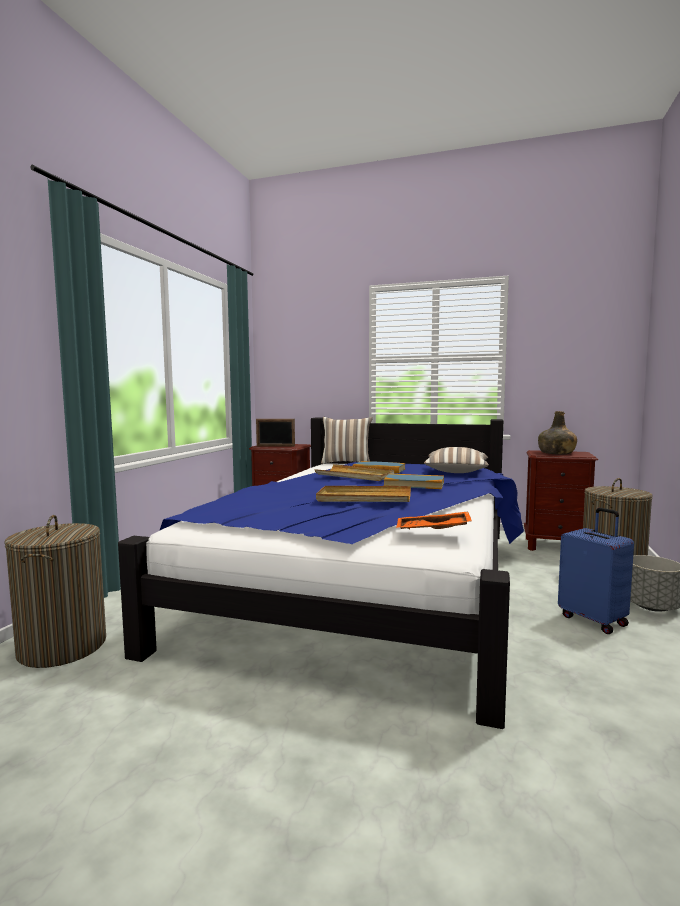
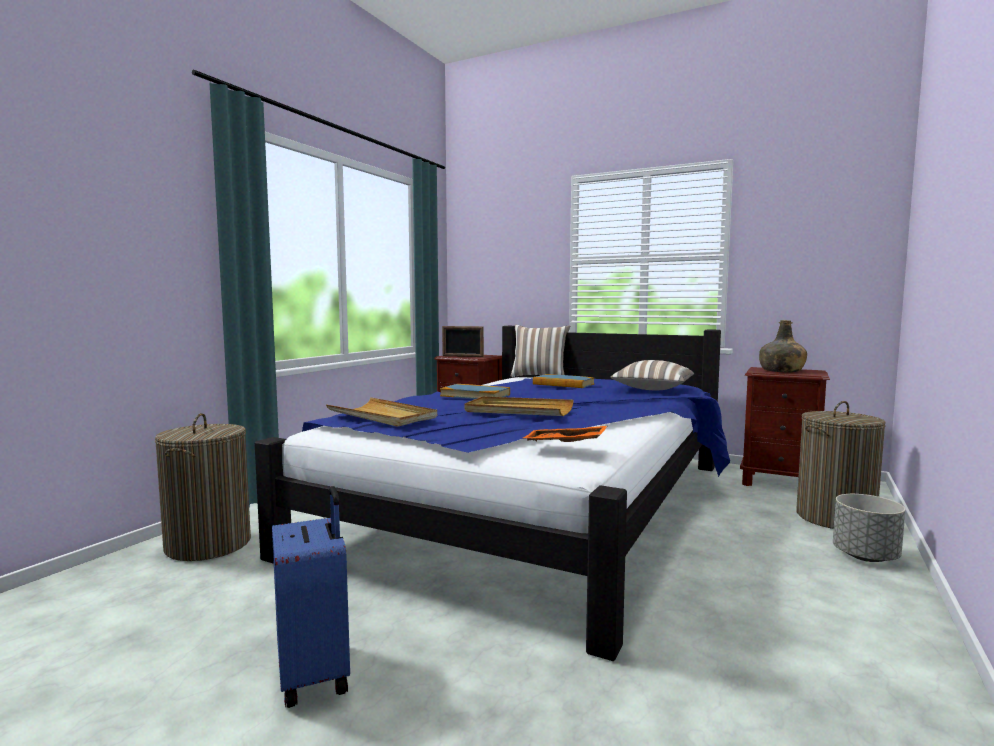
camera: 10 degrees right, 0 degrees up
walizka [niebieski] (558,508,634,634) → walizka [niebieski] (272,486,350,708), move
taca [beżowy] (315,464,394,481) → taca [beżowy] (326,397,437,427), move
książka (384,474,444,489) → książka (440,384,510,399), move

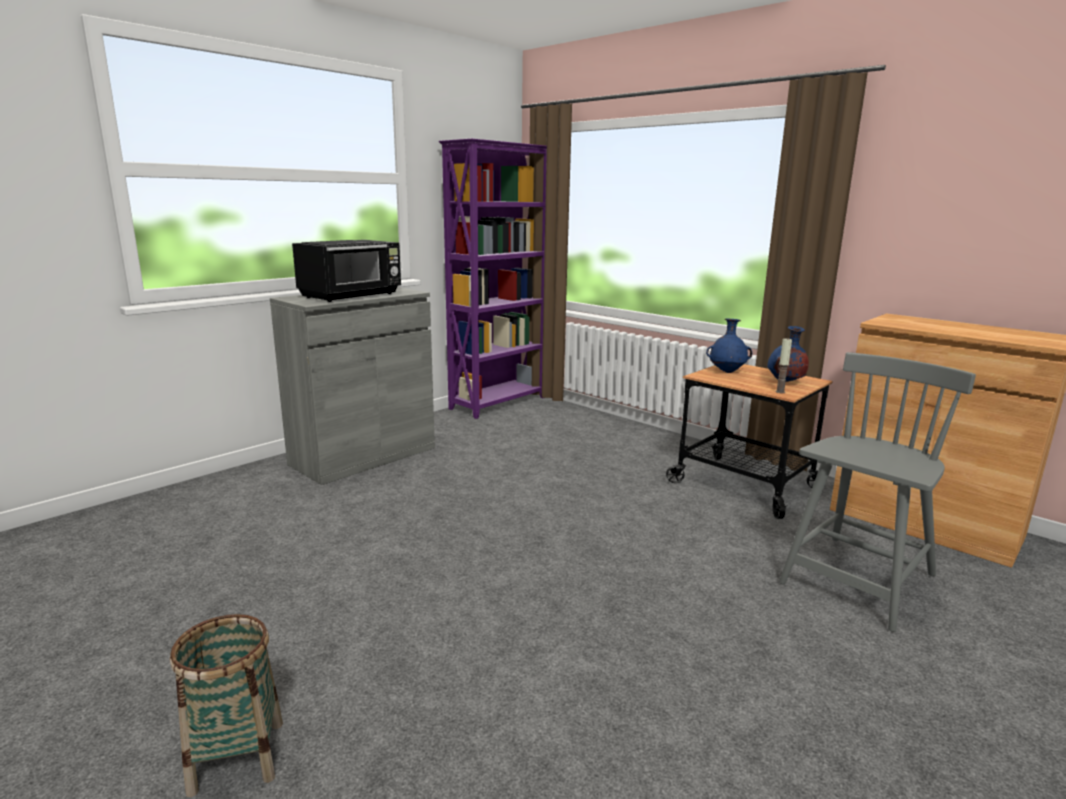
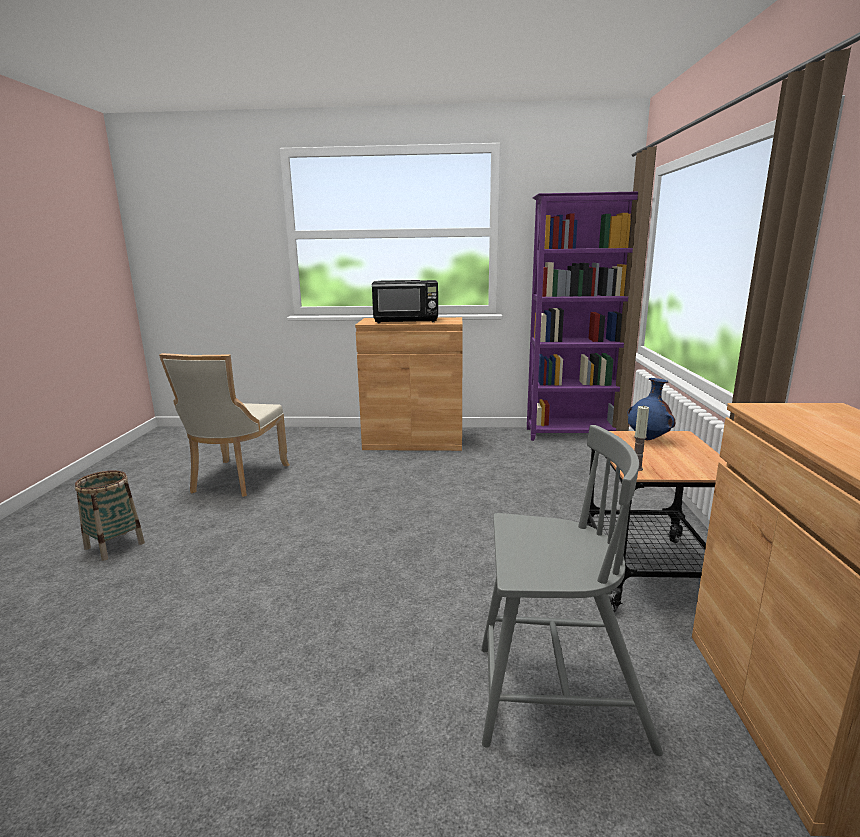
camera: 50 degrees right, 0 degrees up
- → krzesło [beżowy] (159,353,289,497)
szafka [szary] (270,287,435,485) → szafka [brązowy] (355,317,463,451)
wazon [niebieski] (767,326,809,382) → -

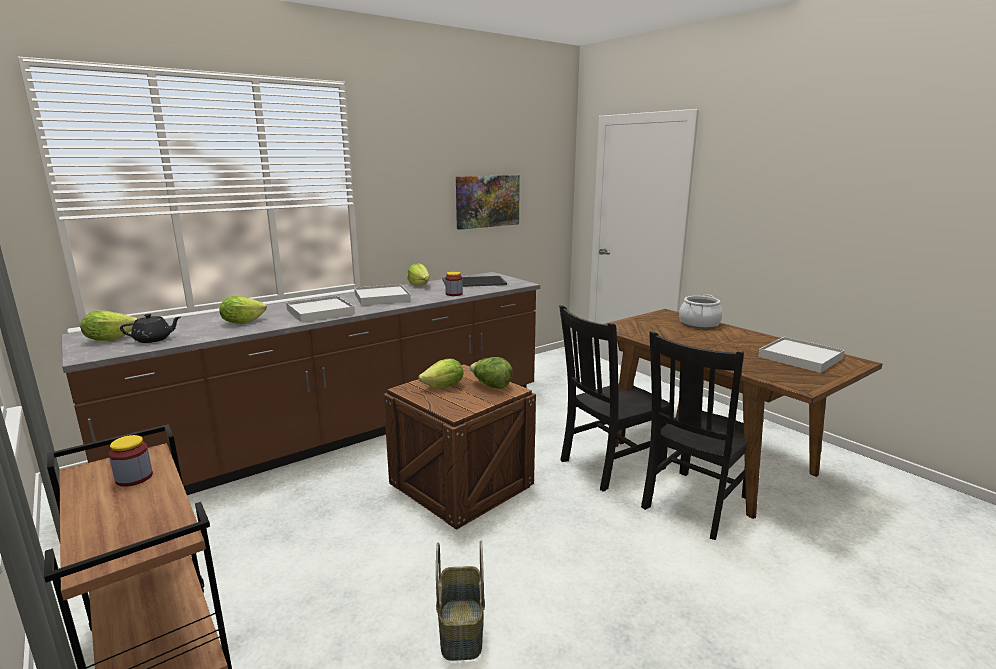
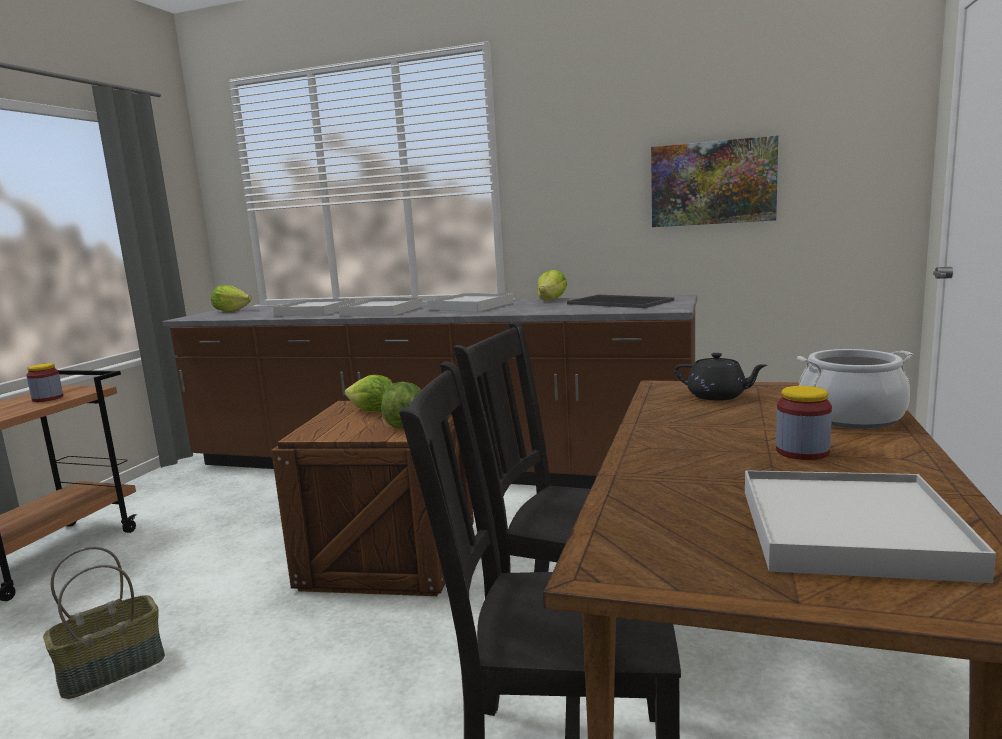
camera: 55 degrees right, 5 degrees down
sałata (220,296,267,324) → taca [biały] (273,298,355,316)
imbryk [czarny] (120,314,180,343) → imbryk [czarny] (674,353,767,401), move
słoik (445,271,463,296) → słoik (776,386,832,460), move

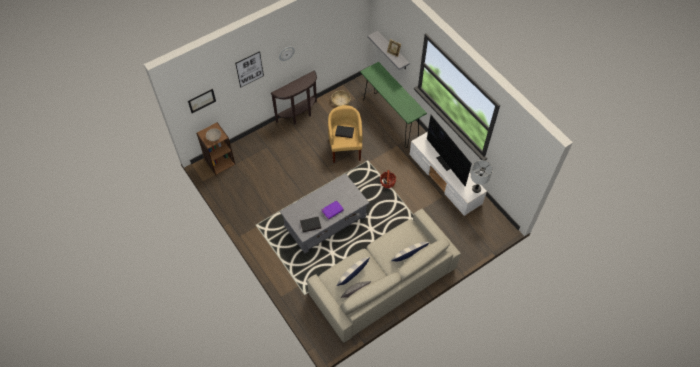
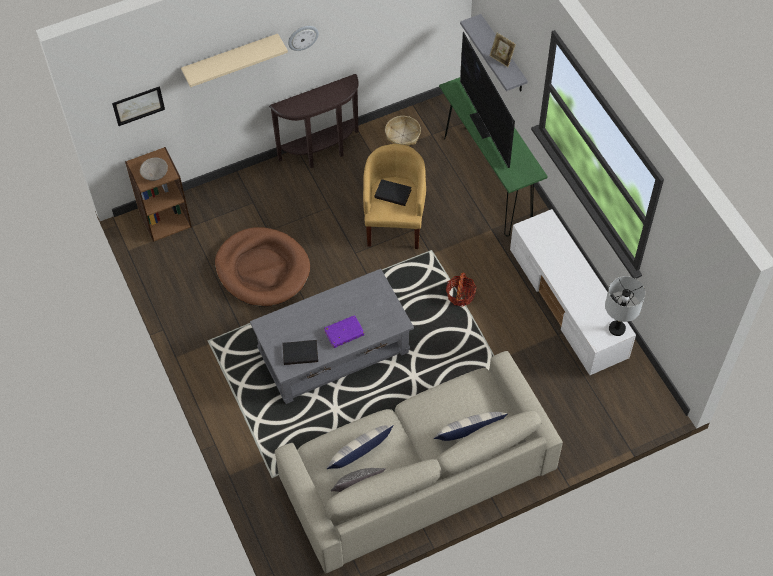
camera: 10 degrees right, 0 degrees up
obraz (235,51,264,88) → półka [beżowy] (181,34,288,87)
- → legowisko [brązowy] (215,227,310,307)
telewizor (427,115,472,186) → telewizor (460,32,515,168), move

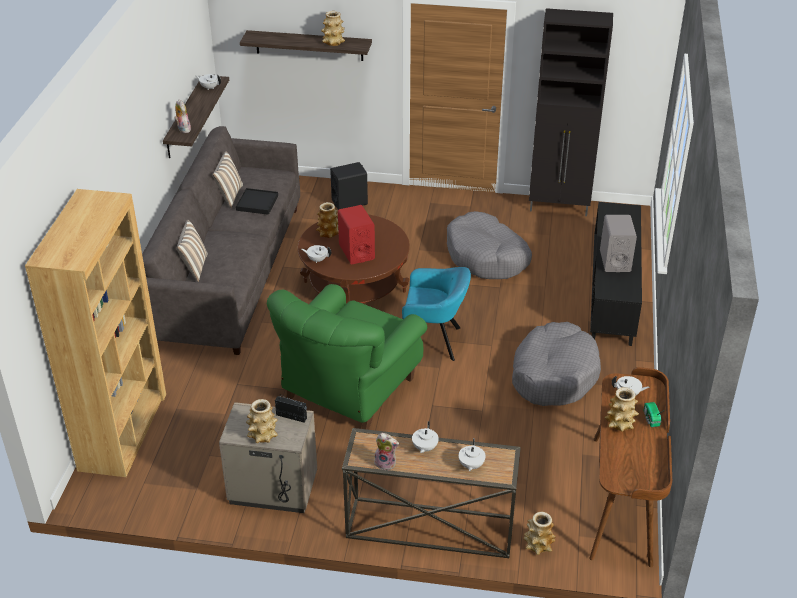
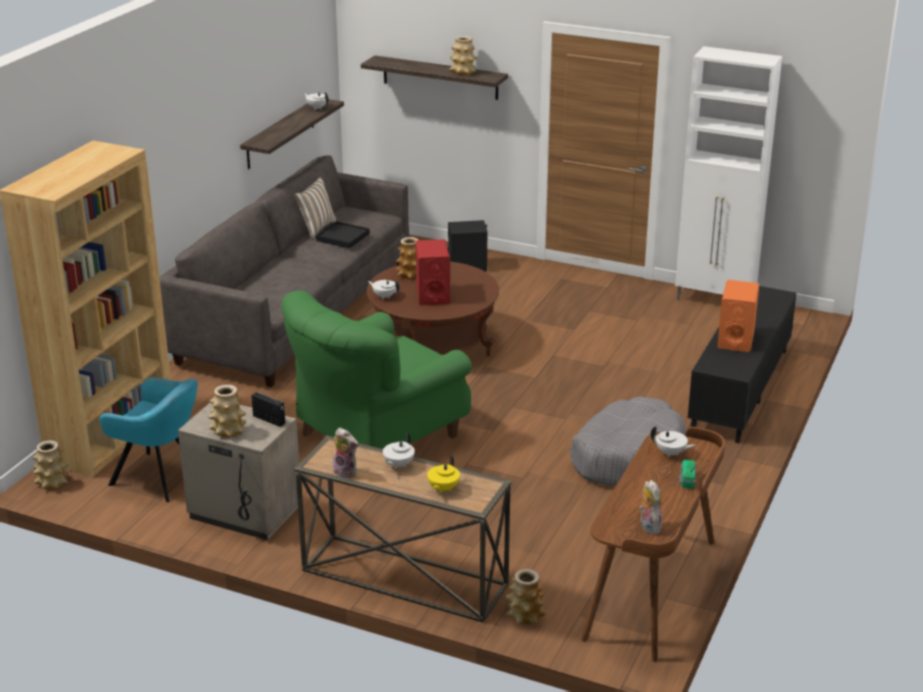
camera: 15 degrees right, 10 degrees down
wazon (605,387,639,432) → wazon (33,440,68,489), move
fotel [turkusowy] (402,267,471,361) → fotel [turkusowy] (99,378,198,502), move
imbryk [biały] (458,438,486,471) → imbryk [żółty] (427,456,460,493)
pluszak (174,99,191,133) → pluszak (639,480,662,534), move
szafka [czarny] (529,8,613,216) → szafka [biały] (675,46,782,301)
głośnik [szary] (600,215,637,272) → głośnik [pomarańczowy] (717,280,759,352)
poduszka (176,220,208,282) → -
legowisko [szary] (447,211,532,279) → -

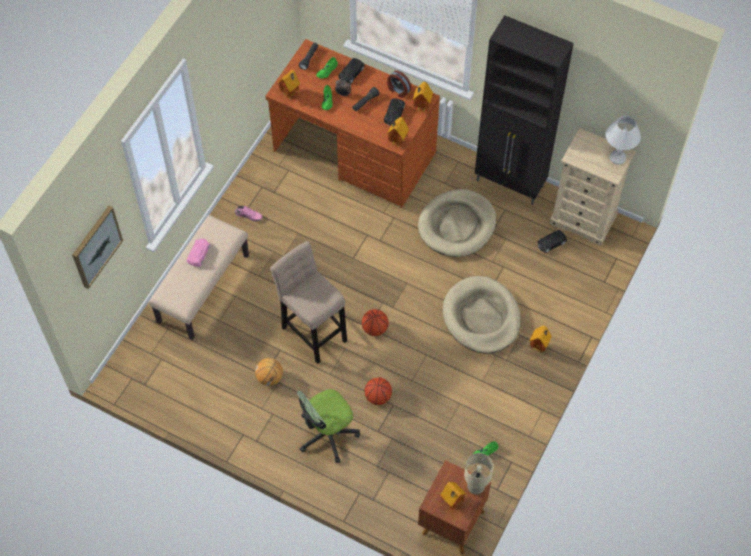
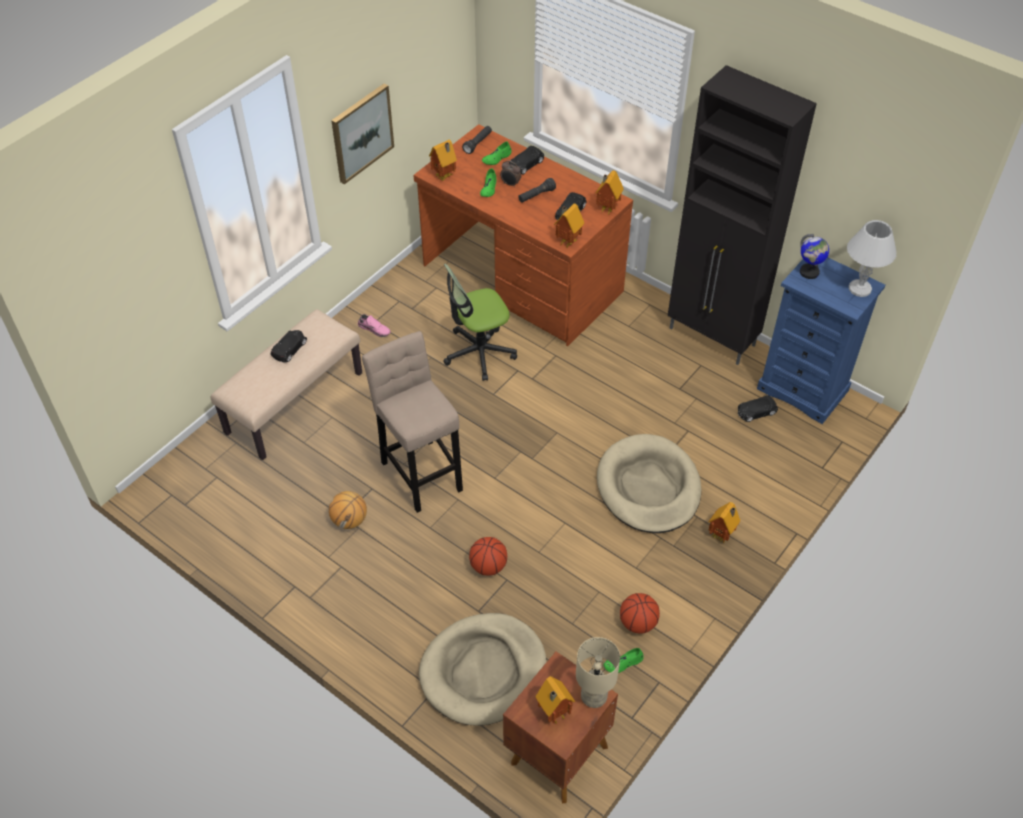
camera: 10 degrees right, 10 degrees down
samochodzik [różowy] (187,239,210,267) → samochodzik [czarny] (271,330,307,363)
obraz (72,206,123,289) → obraz (331,83,394,184), move
legowisko [beżowy] (418,189,496,257) → legowisko [beżowy] (419,613,546,726), move
krzesło biurowe (297,389,360,463) → krzesło biurowe (443,264,517,381), move
piłka do koszykówki (362,309,388,336) → piłka do koszykówki (620,593,660,633), move
komoda [beżowy] (549,128,636,246) → komoda [niebieski] (757,257,885,424)
- → globus (800,234,829,279)
budzik (387,71,411,98) → -

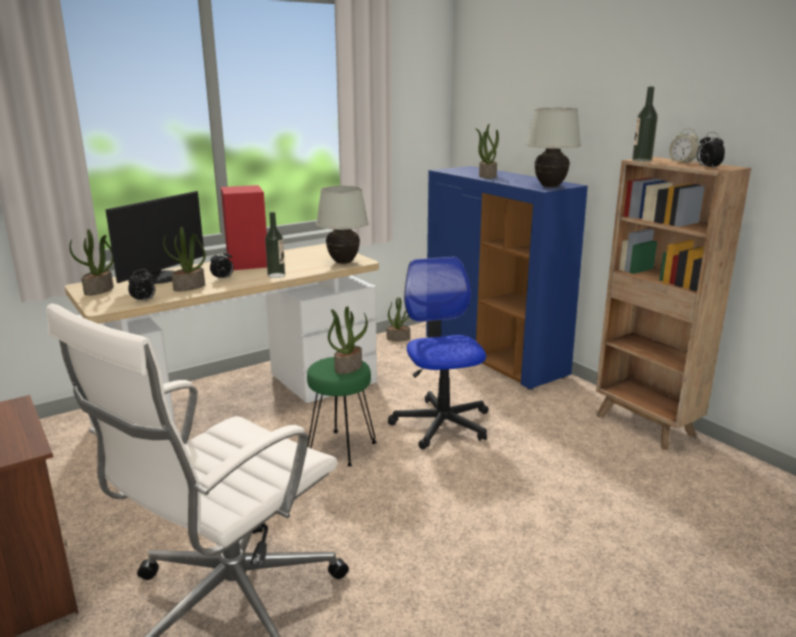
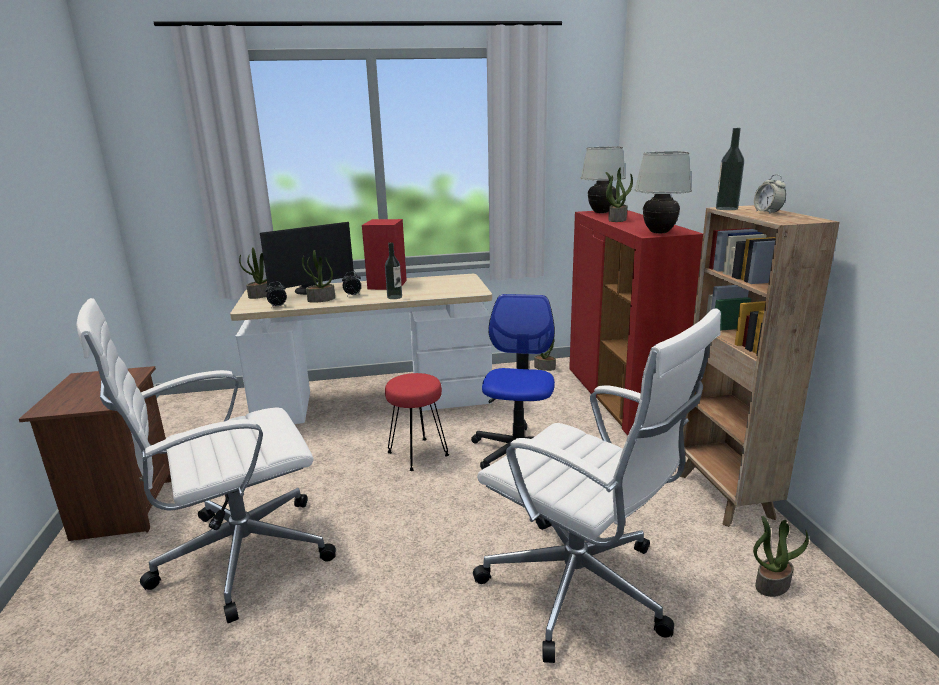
camera: 25 degrees right, 0 degrees up
stołek [zielony] (307,357,376,467) → stołek [czerwony] (385,373,449,471)
- → krzesło biurowe [biały] (473,308,721,663)
szafka [niebieski] (426,166,588,390) → szafka [czerwony] (569,210,703,435)
lampa stołowa [biały] (316,186,369,264) → lampa stołowa [biały] (580,147,626,213), move
roślina doniczkowa (328,306,368,374) → roślina doniczkowa (753,516,809,597), move
budzik (697,132,725,169) → -

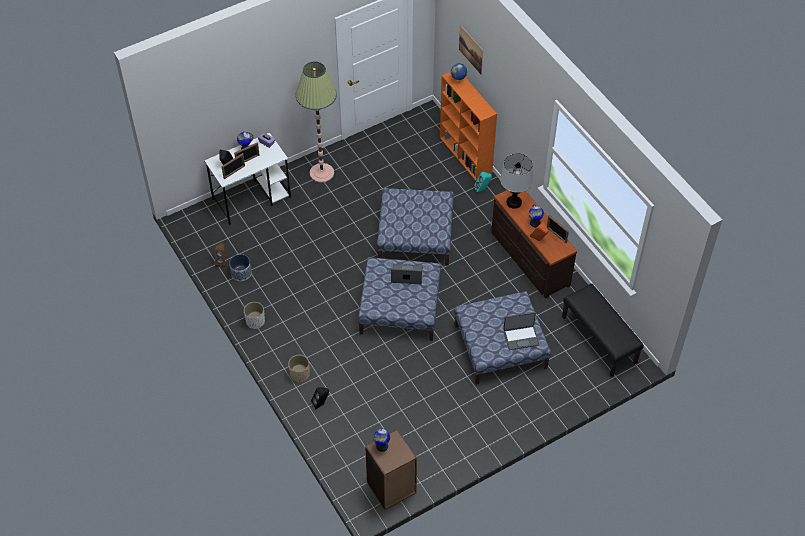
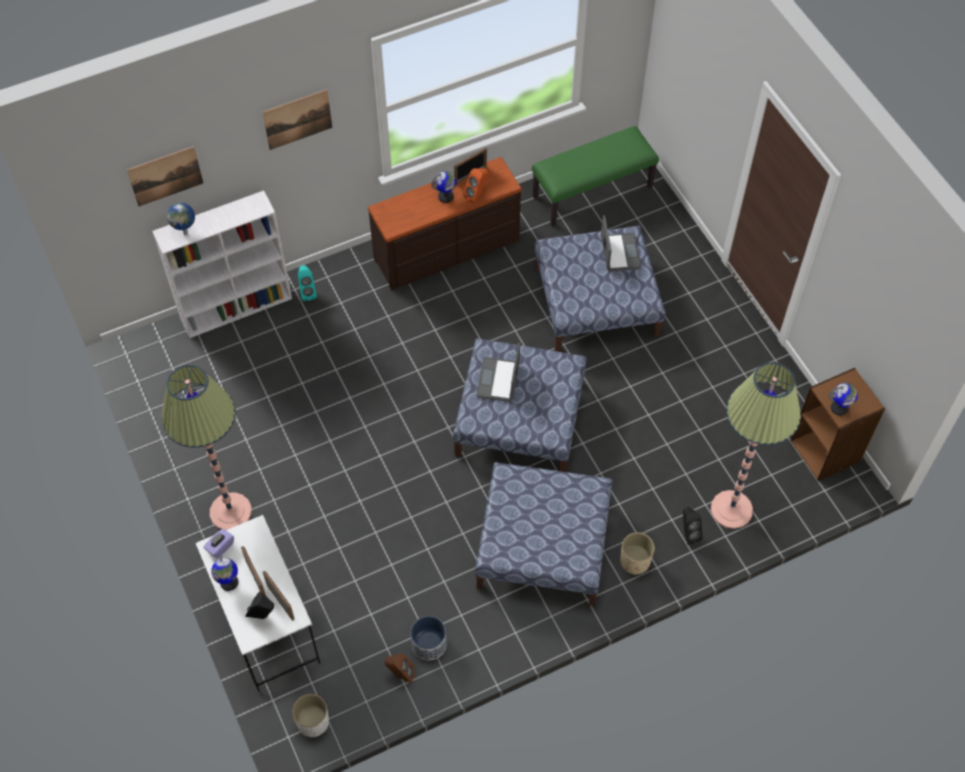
camera: 85 degrees left, 5 degrees up
regał [pomarańczowy] (440,72,497,181) → regał [biały] (152,191,292,338)
- → obraz (262,89,332,150)
donica [biały] (244,302,265,329) → donica [biały] (292,694,329,737), move
pufa (377,188,454,265) → pufa (475,462,612,606), move
ławka [czarny] (562,283,644,377) → ławka [zielony] (532,126,659,226)
- → lampa stojąca (711,362,801,529)
lampa stołowa (500,153,533,209) → -

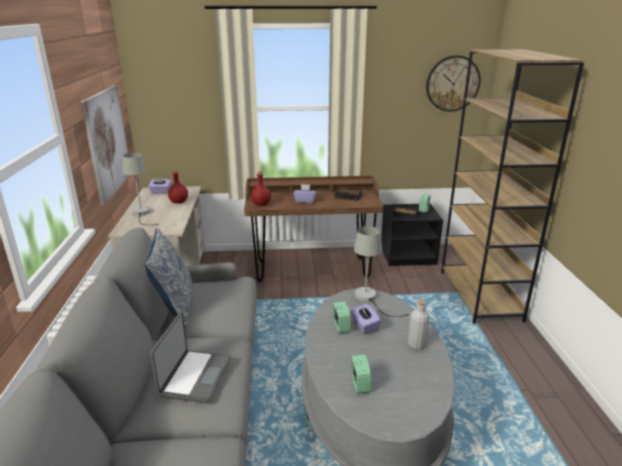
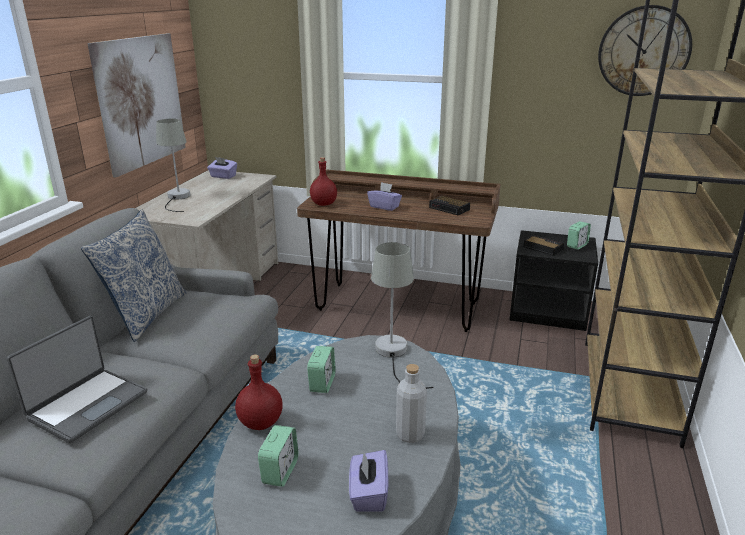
camera: 20 degrees right, 0 degrees up
butelka [czerwony] (168,170,188,204) → butelka [czerwony] (235,354,283,430), move
pudełko chusteczek [fioletowy] (351,304,381,334) → pudełko chusteczek [fioletowy] (349,450,388,511), move

